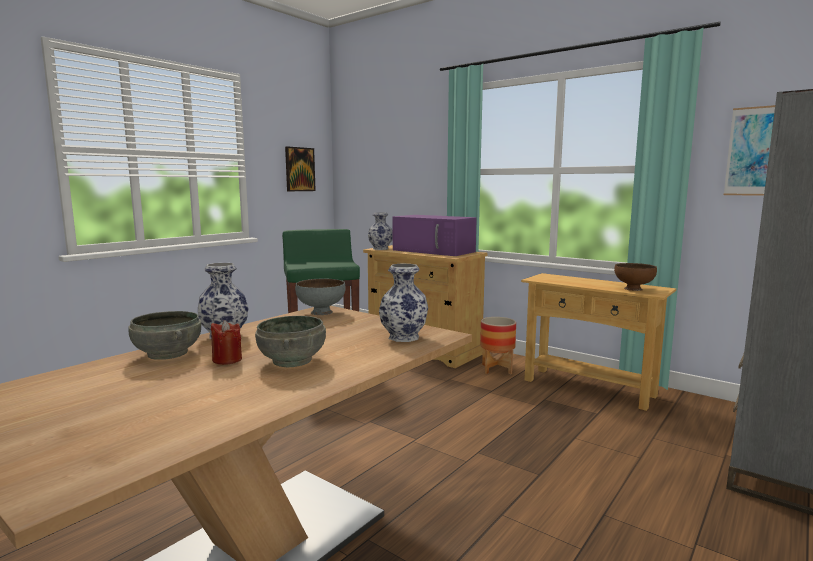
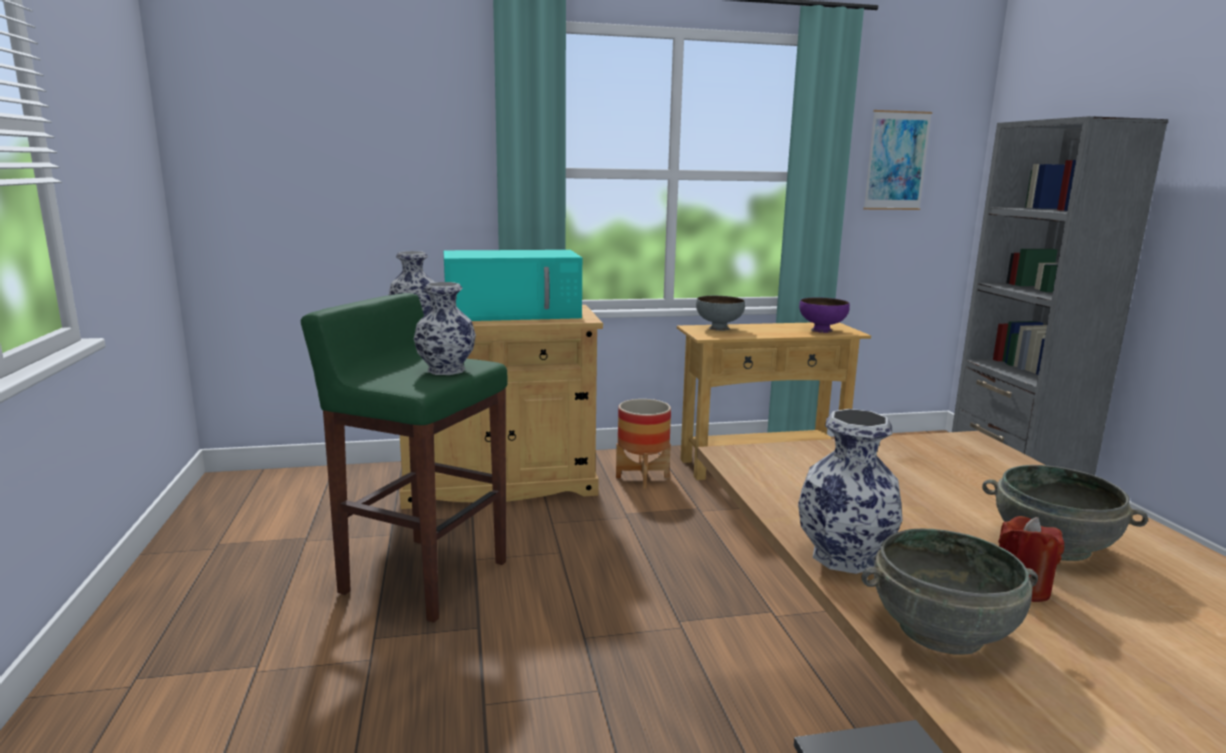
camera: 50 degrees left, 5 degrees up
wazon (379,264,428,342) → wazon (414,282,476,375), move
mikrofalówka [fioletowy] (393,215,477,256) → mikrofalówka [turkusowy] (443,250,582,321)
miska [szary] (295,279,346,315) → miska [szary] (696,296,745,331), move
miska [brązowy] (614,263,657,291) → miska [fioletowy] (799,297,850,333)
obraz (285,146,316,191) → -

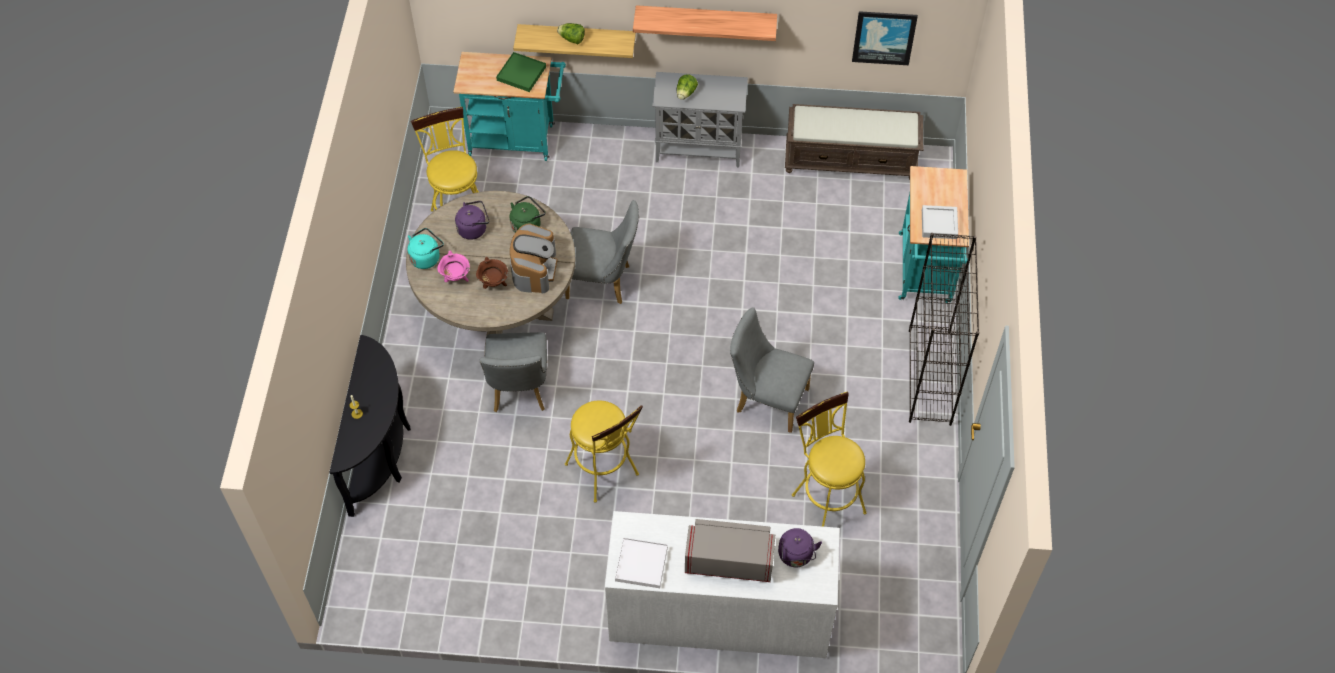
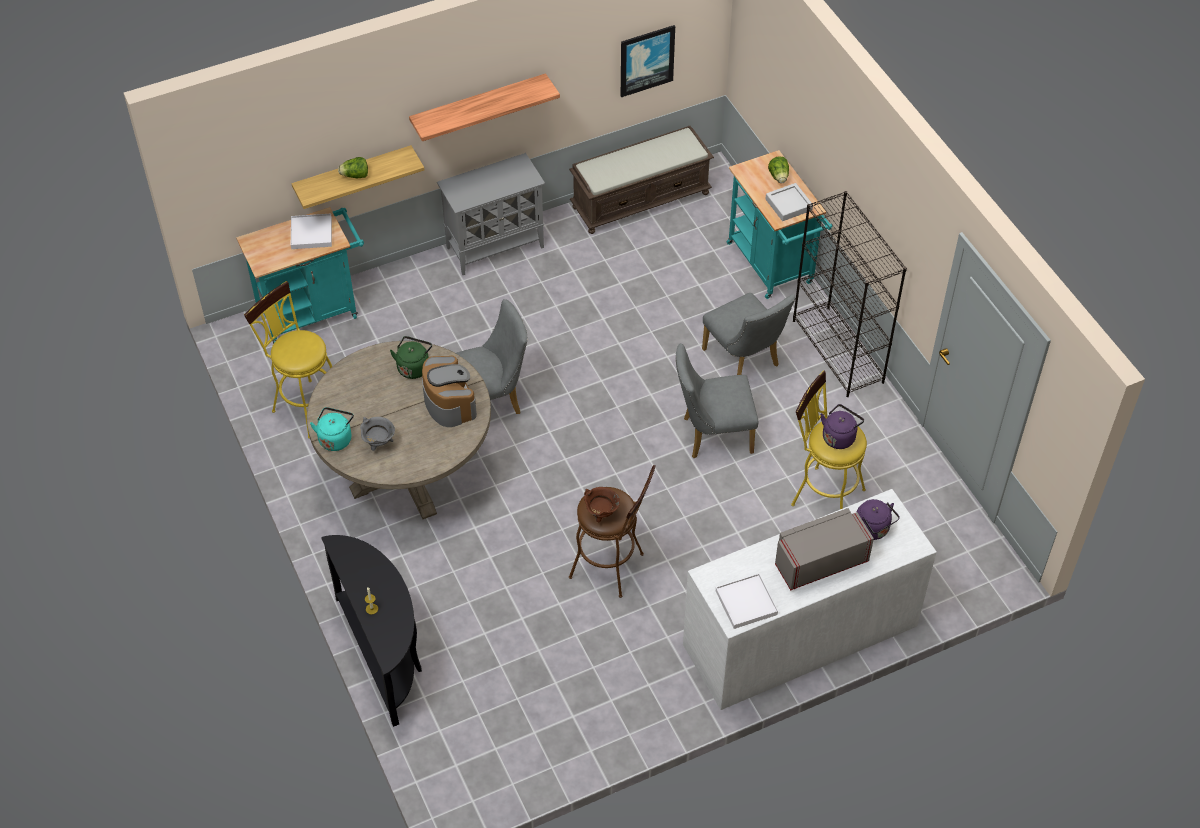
camera: 30 degrees left, 5 degrees down
taca [zielony] (496,52,546,92) → taca [biały] (291,214,332,249)
garnek [różowy] (437,251,470,282) → garnek [szary] (360,417,395,451)
stołek [żółty] (565,400,643,503) → stołek [brązowy] (569,465,656,598)
garnek [brązowy] (476,257,508,289) → garnek [brązowy] (584,487,620,522), move
krzesło [szary] (479,332,547,412) → krzesło [szary] (702,293,796,375), move
sałata (677,74,698,100) → sałata (768,156,789,183), move
czajnik [fioletowy] (455,201,489,240) → czajnik [fioletowy] (820,404,864,449), move

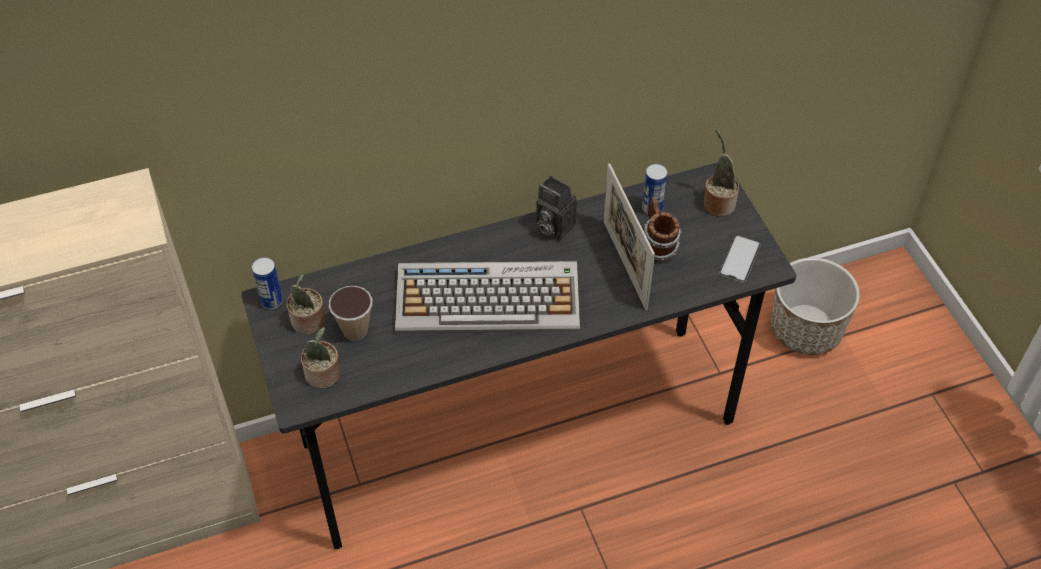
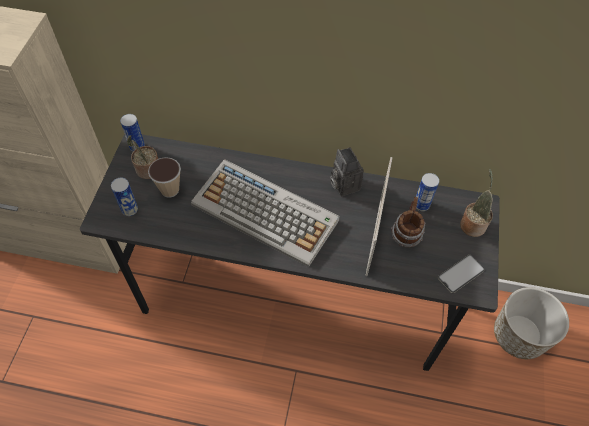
camera: 30 degrees right, 5 degrees up
roślina doniczkowa (301,327,341,389) → puszka (111,178,138,216)

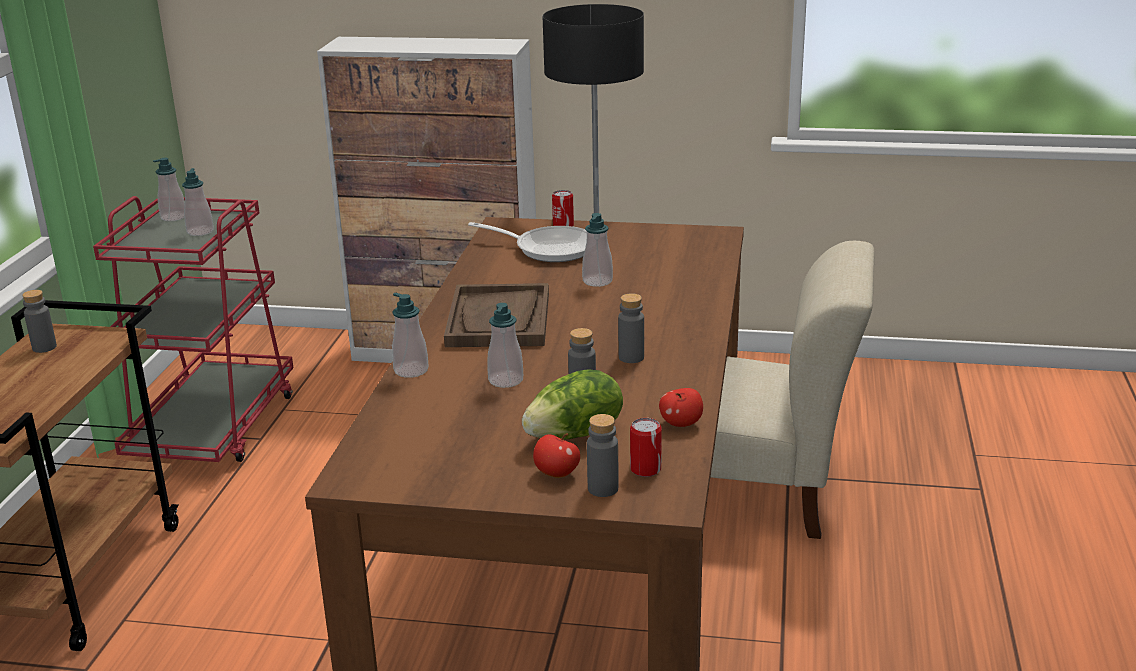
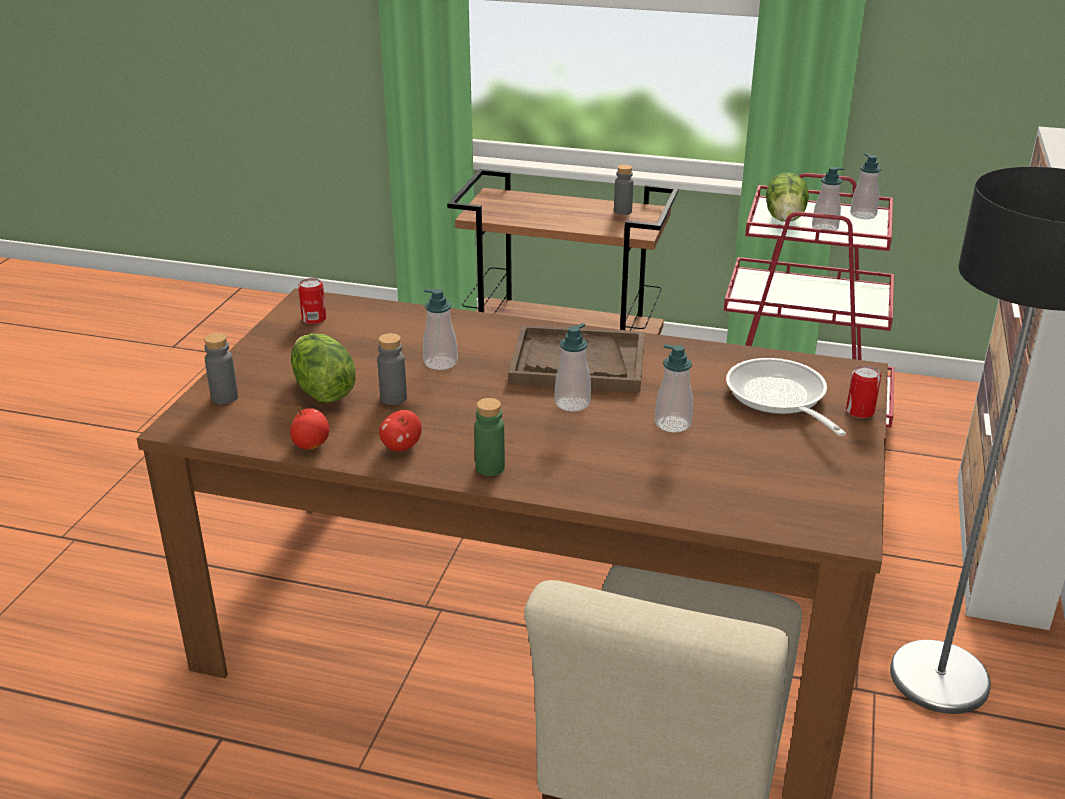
camera: 95 degrees right, 5 degrees up
puszka (630,418,662,477) → puszka (298,278,326,324), move
jabłko (533,433,580,478) → jabłko (379,410,422,451), move
- → butelka [zielony] (474,398,505,476)
dozownik mydła (392,293,429,378) → dozownik mydła (555,323,591,412), move
patelnia (468,222,587,262) → patelnia (726,358,846,436), 135 degrees clockwise
- → sałata (766,173,809,222)
butelka [szary] (618,293,644,363) → -

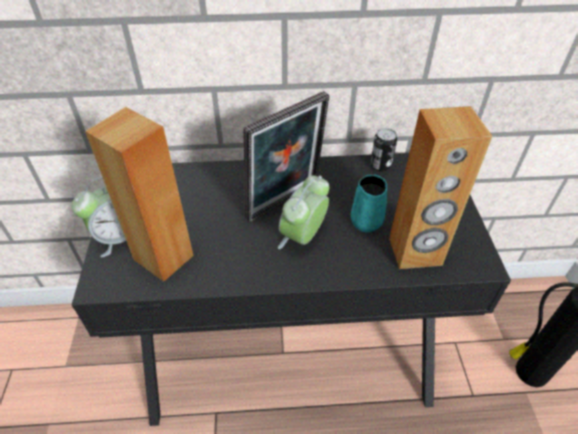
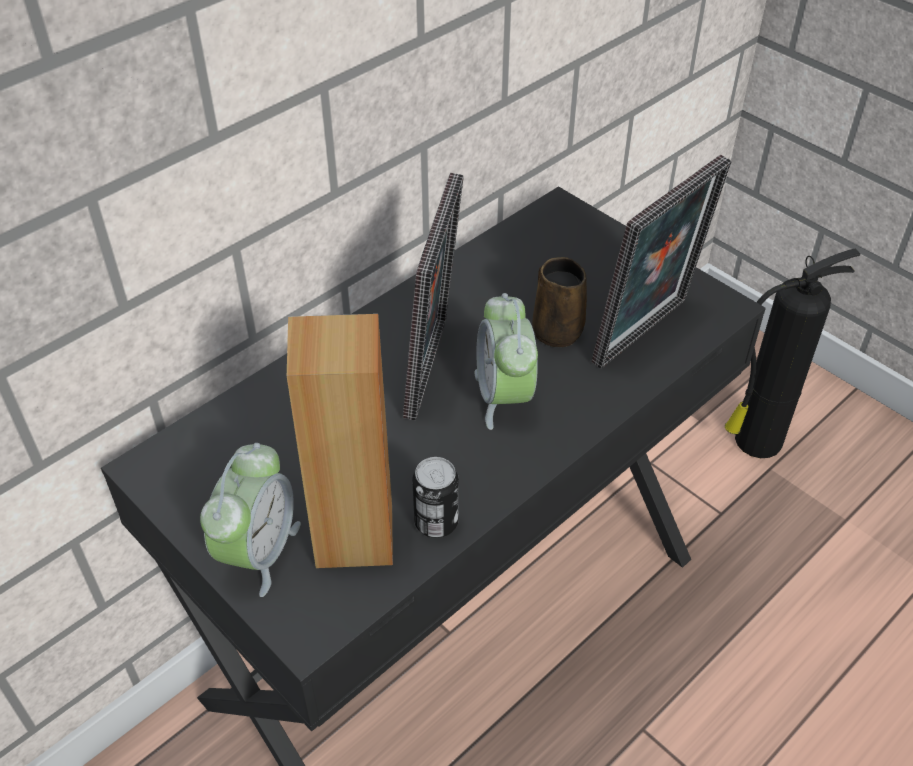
camera: 40 degrees left, 0 degrees up
puszka (370,128,397,171) → puszka (412,457,459,538), move
kubek [turkusowy] (351,174,387,233) → kubek [brązowy] (532,257,587,347)
głośnik [brązowy] (389,106,492,269) → ramka na zdjęcie (592,155,732,369)

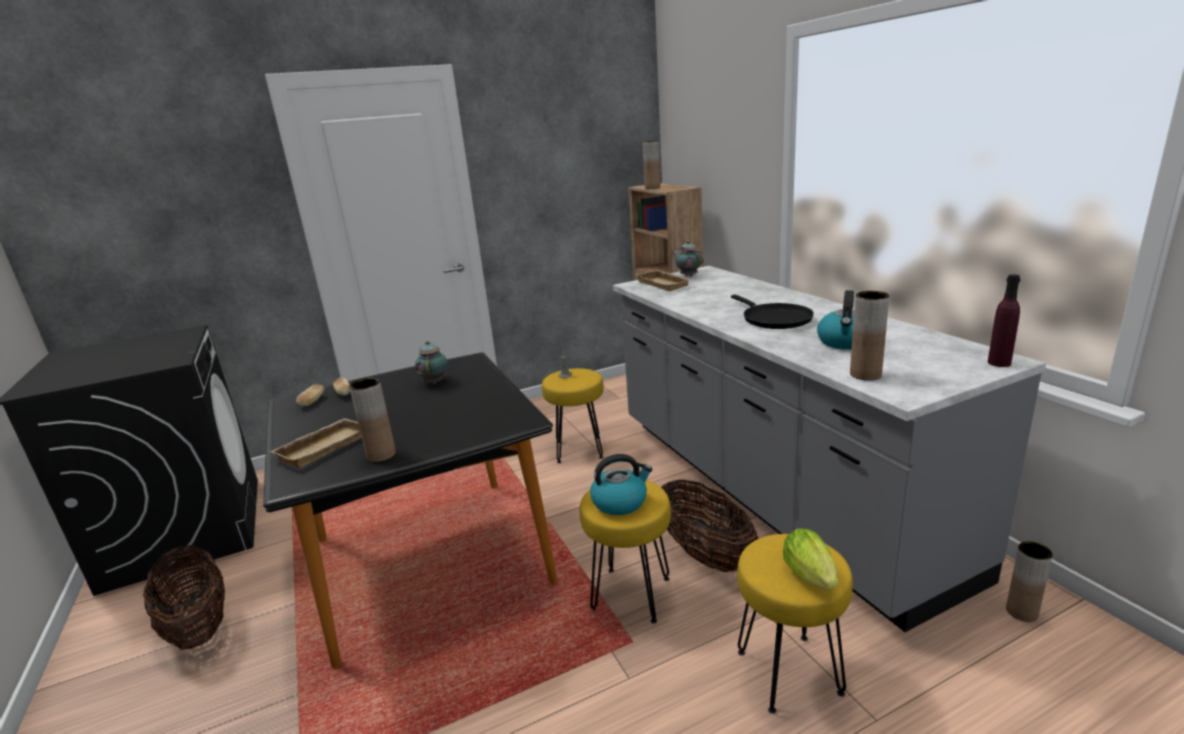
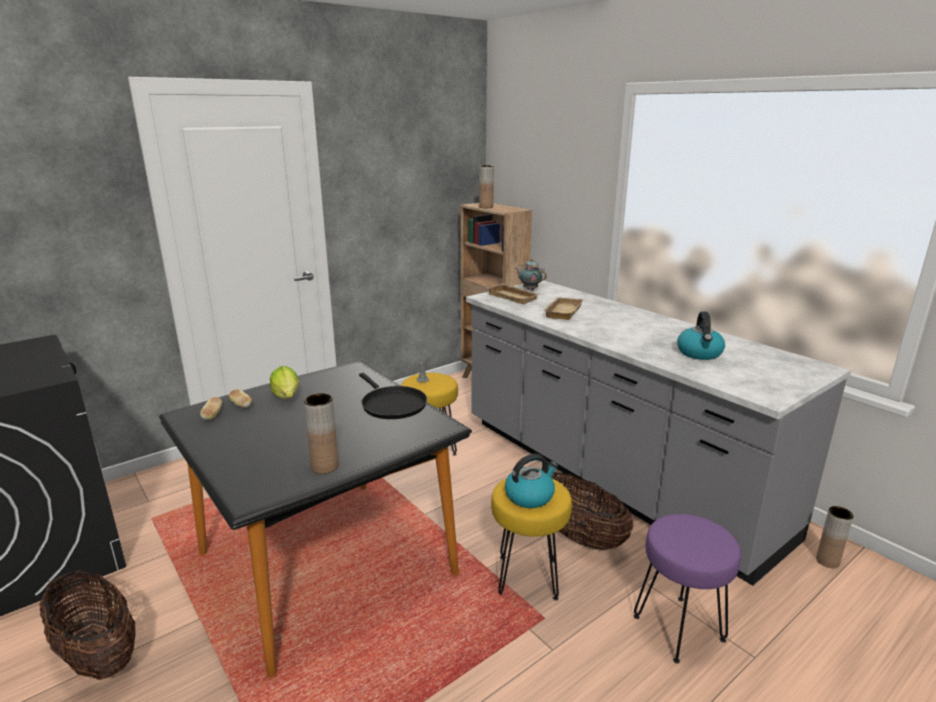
camera: 15 degrees left, 0 degrees up
sałata (783,529,838,590) → sałata (270,366,299,399), move
patelnia [czarny] (731,295,814,329) → patelnia [czarny] (359,373,427,419), move
taca [beżowy] (270,418,362,468) → taca [beżowy] (544,297,583,320), move
stołek [żółty] (737,534,853,714) → stołek [fioletowy] (634,514,741,663)
imbryk (415,340,448,384) → -
wazon [brązowy] (850,291,889,380) → -
butelka [fioletowy] (988,274,1021,367) → -

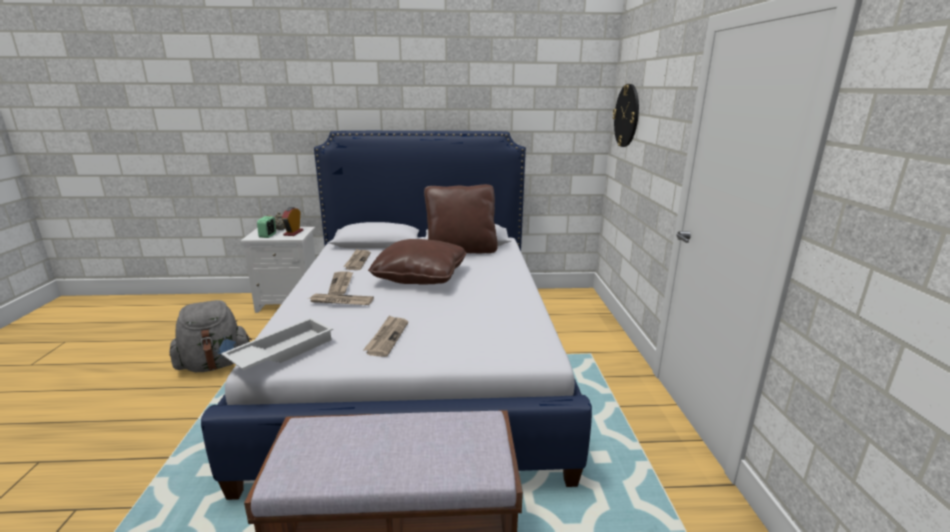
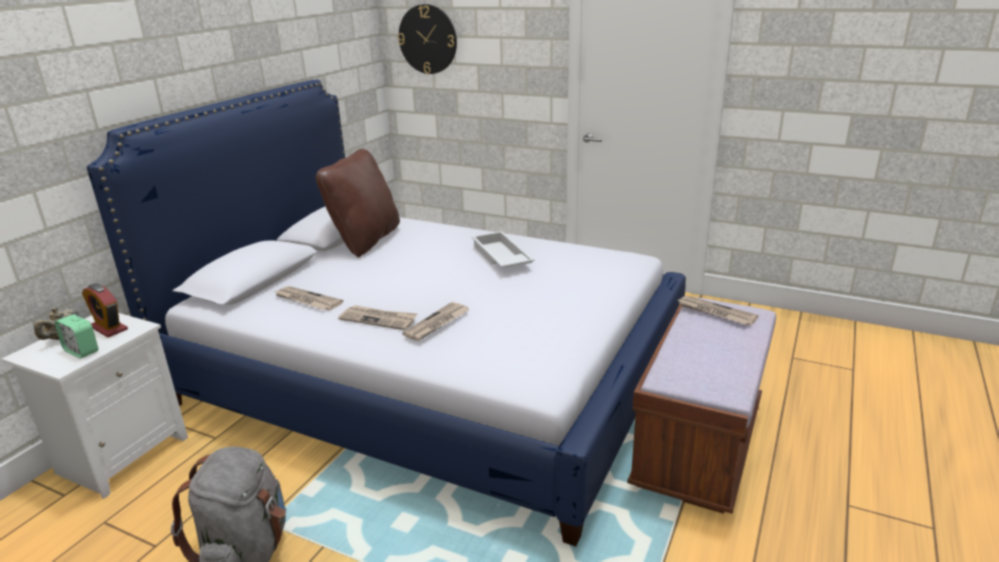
camera: 60 degrees left, 5 degrees up
taca [biały] (221,318,333,370) → taca [biały] (472,231,535,268), move
gazeta (363,315,408,357) → gazeta (677,296,758,326), move
poduszka [brązowy] (368,239,466,285) → -

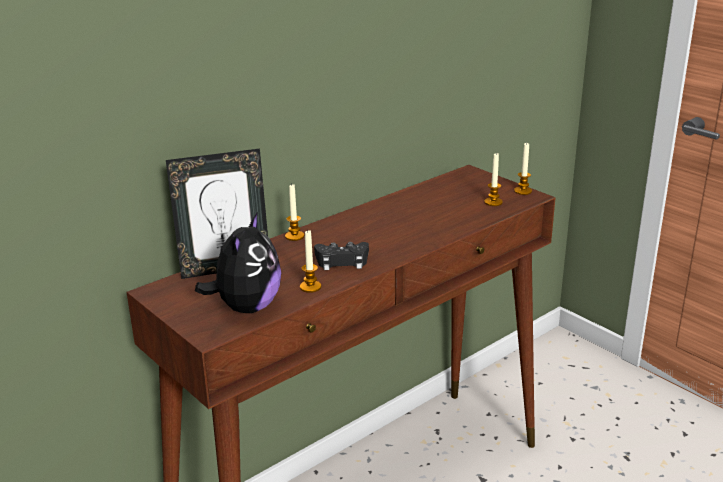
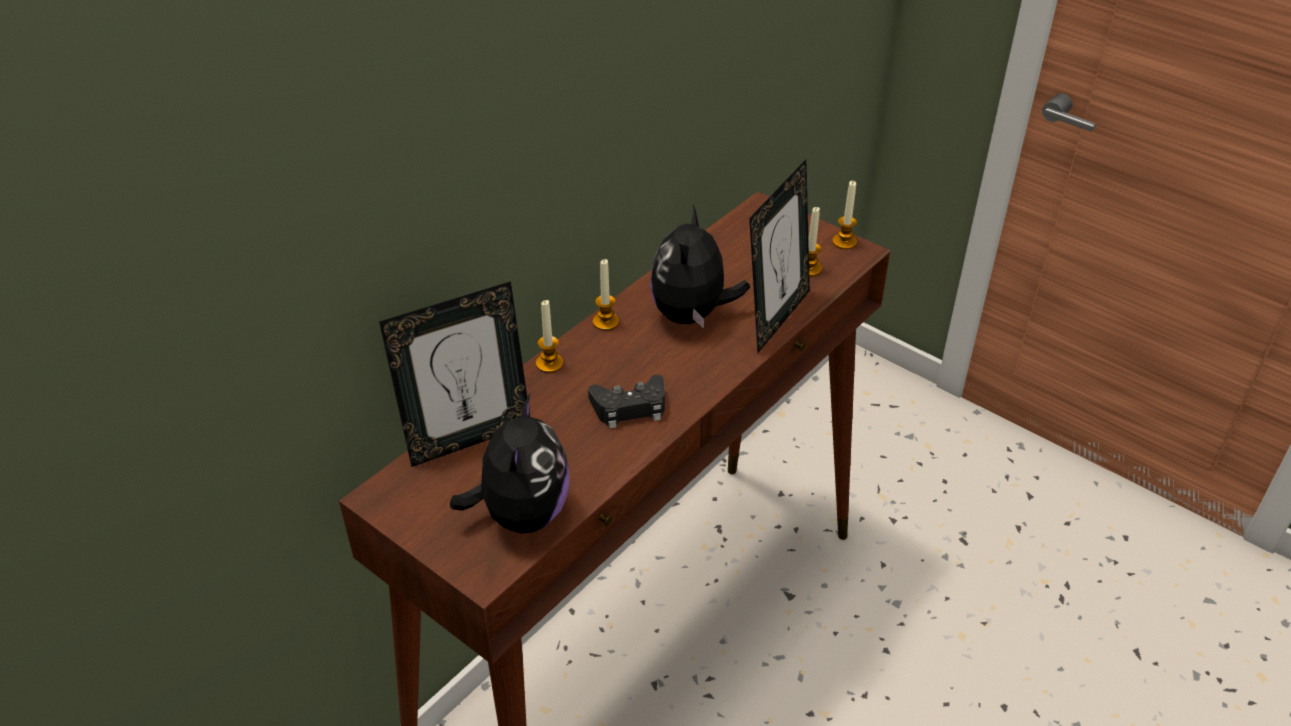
camera: 10 degrees left, 15 degrees up
świeca (300,230,321,293) → świeca (593,259,619,331), move
- → pluszak (650,205,750,328)
- → ramka na zdjęcie (749,160,810,353)

